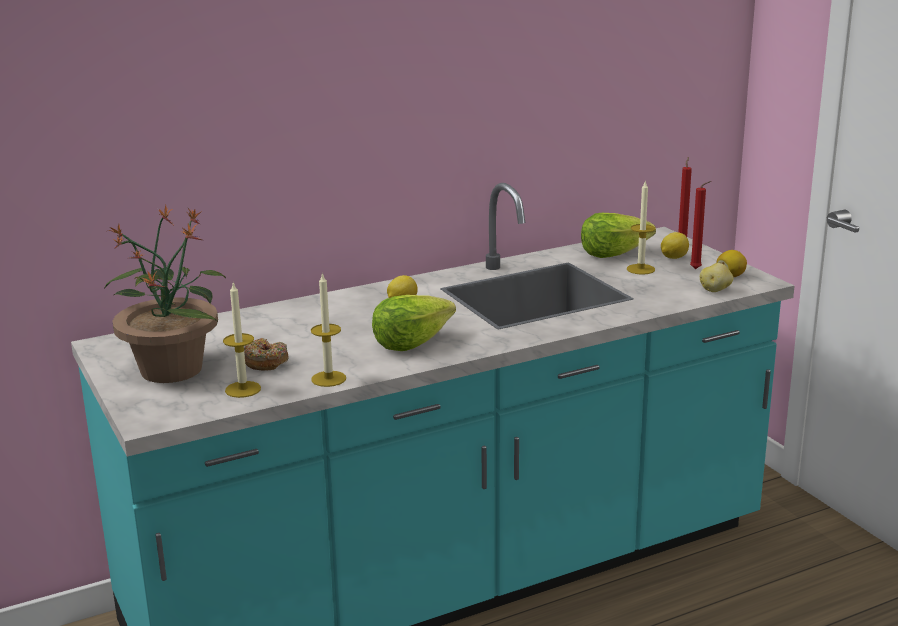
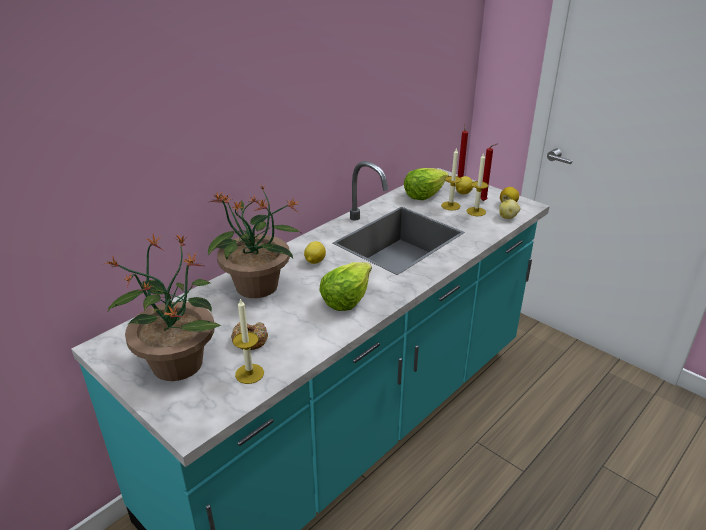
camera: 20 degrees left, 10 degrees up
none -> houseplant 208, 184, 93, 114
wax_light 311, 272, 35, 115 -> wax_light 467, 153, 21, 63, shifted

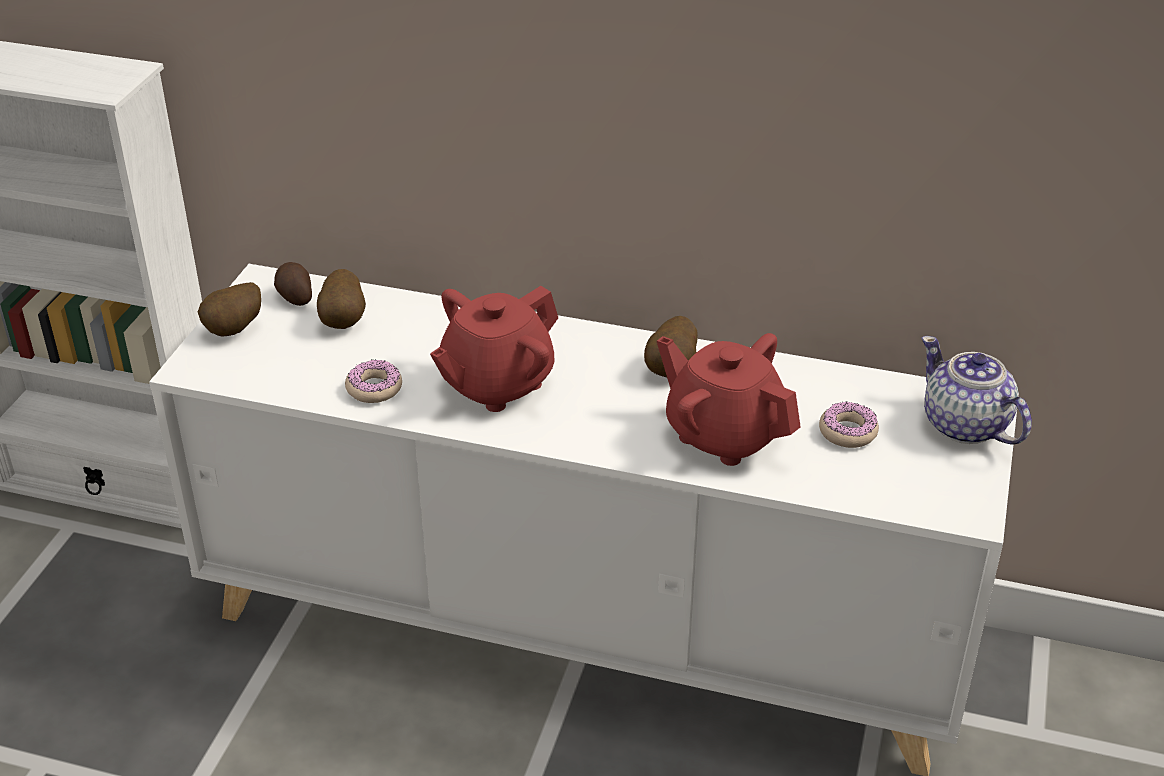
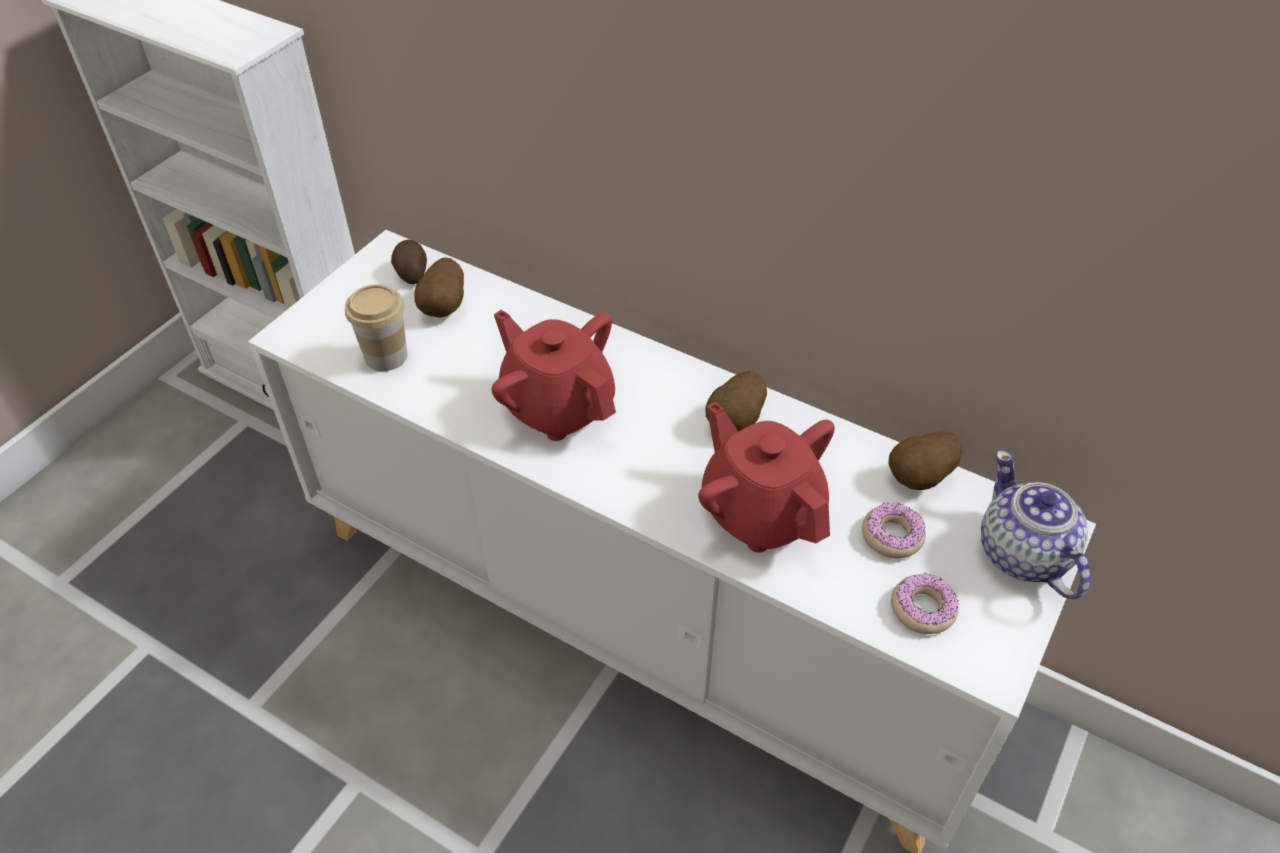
camera: 15 degrees right, 10 degrees up
none -> small_cup 345, 284, 62, 87
red-coloured_teapot 430, 286, 128, 126 -> red-coloured_teapot 491, 310, 125, 131, 75 degrees clockwise
spud 198, 282, 63, 55 -> spud 889, 432, 74, 58, shifted
doughnut 345, 359, 57, 44 -> doughnut 891, 573, 68, 61, shifted

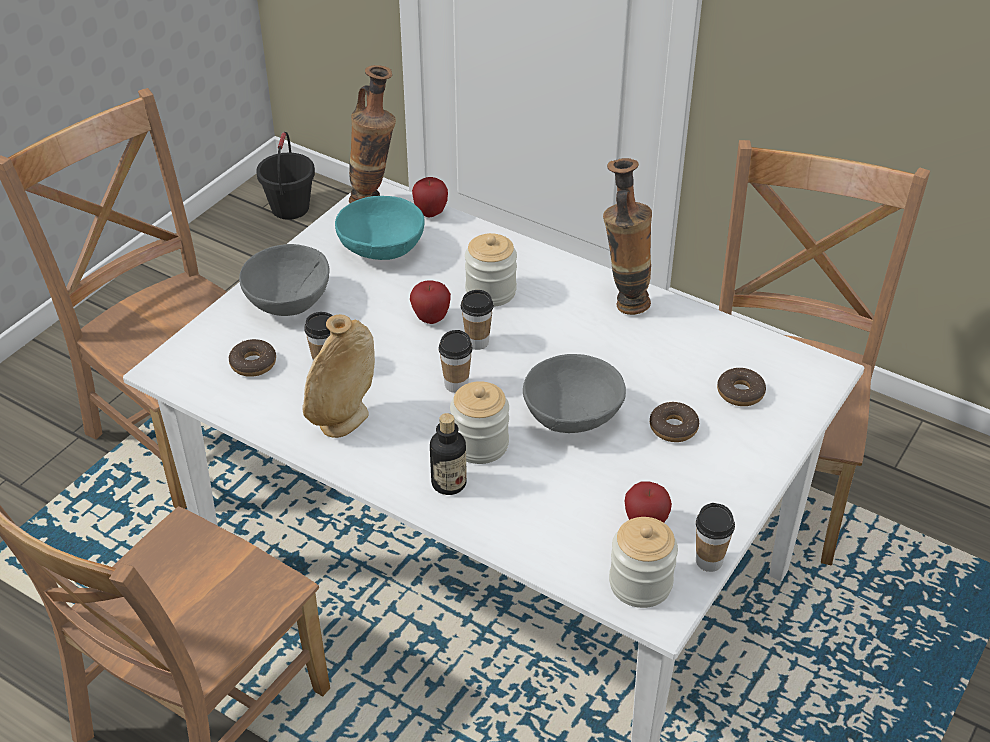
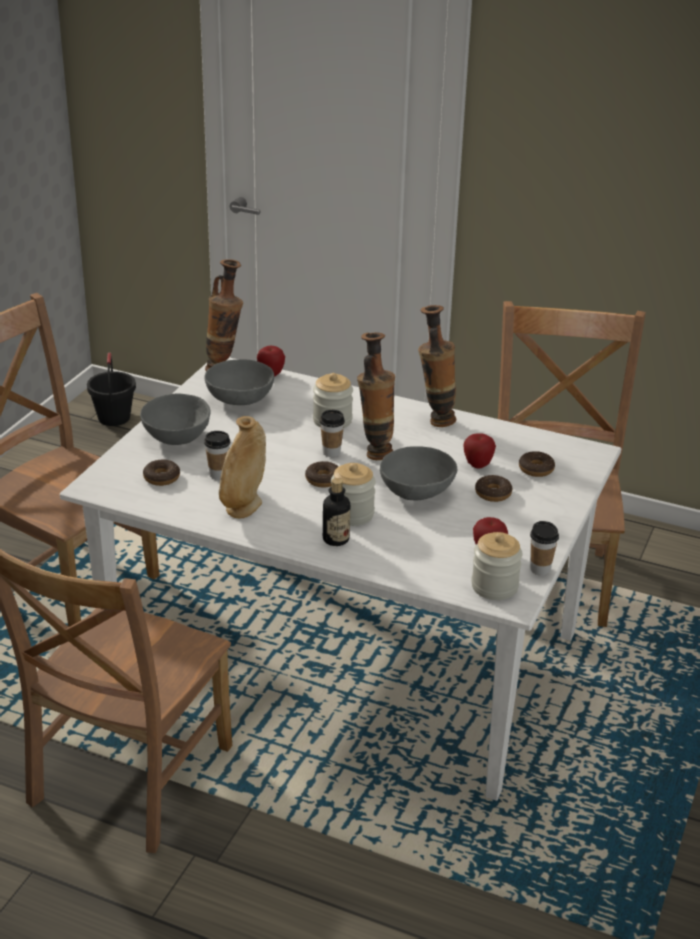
camera: 10 degrees left, 10 degrees down
blue-green_serving_bowl 335, 196, 90, 64 -> greyish_serving_bowl 204, 359, 70, 46
small_cup 439, 330, 34, 63 -> doughnut 305, 461, 34, 26
none -> vase 357, 332, 38, 128
whole_apple 410, 280, 41, 44 -> whole_apple 463, 433, 33, 35, shifted

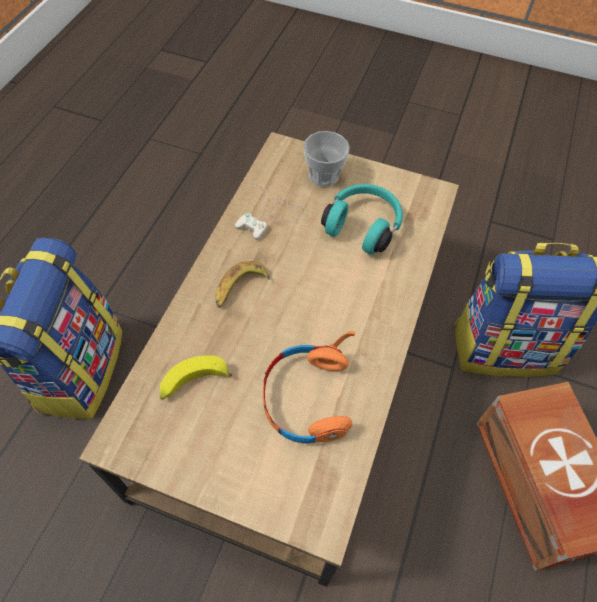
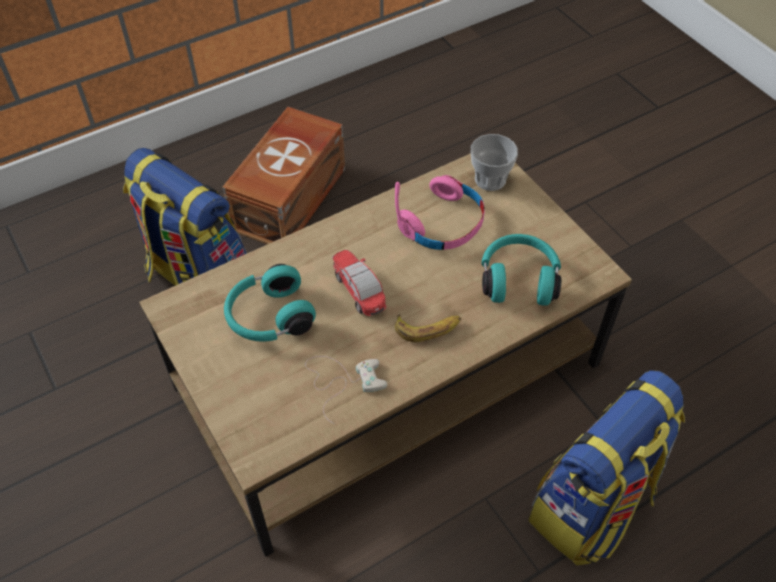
camera: 140 degrees left, 5 degrees down
none -> toy_car 332, 250, 55, 66
orangey_pair_of_headphones 263, 331, 92, 112 -> pinkish_pair_of_headphones 395, 175, 90, 75
small_cup 303, 131, 47, 56 -> small_cup 471, 134, 47, 57, shifted
banana 160, 355, 72, 45 -> blue-green_pair_of_headphones 482, 234, 80, 72

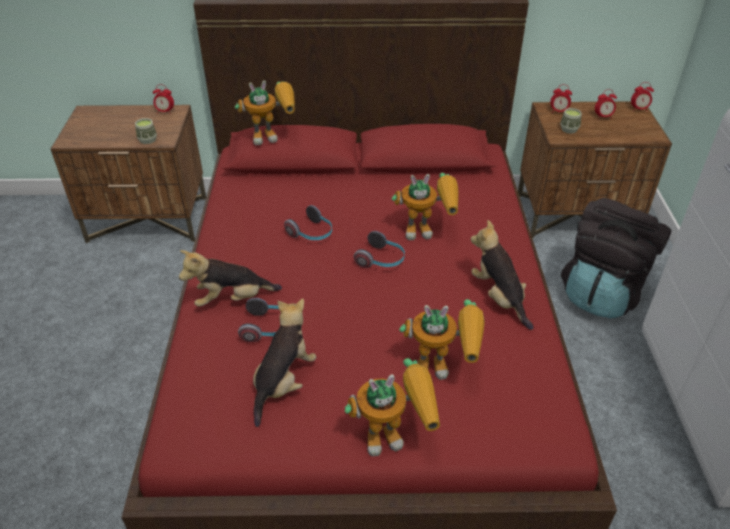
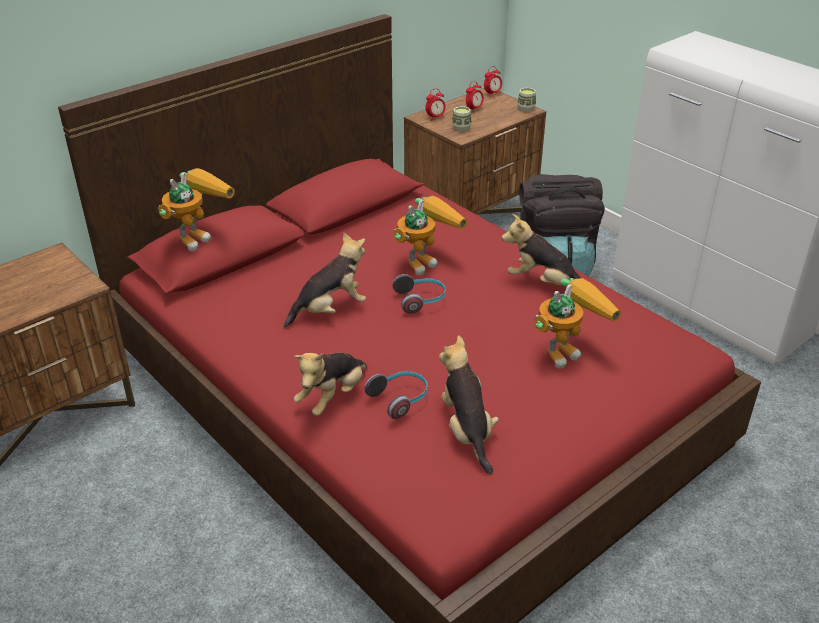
camera: 40 degrees left, 5 degrees down
pair_of_headphones 284, 205, 48, 35 -> soft_toy 284, 232, 82, 96
small_cup 135, 118, 22, 26 -> small_cup 517, 88, 19, 24, shifted
bedside_clock 153, 84, 21, 30 -> none
toy_robot 345, 358, 95, 98 -> none

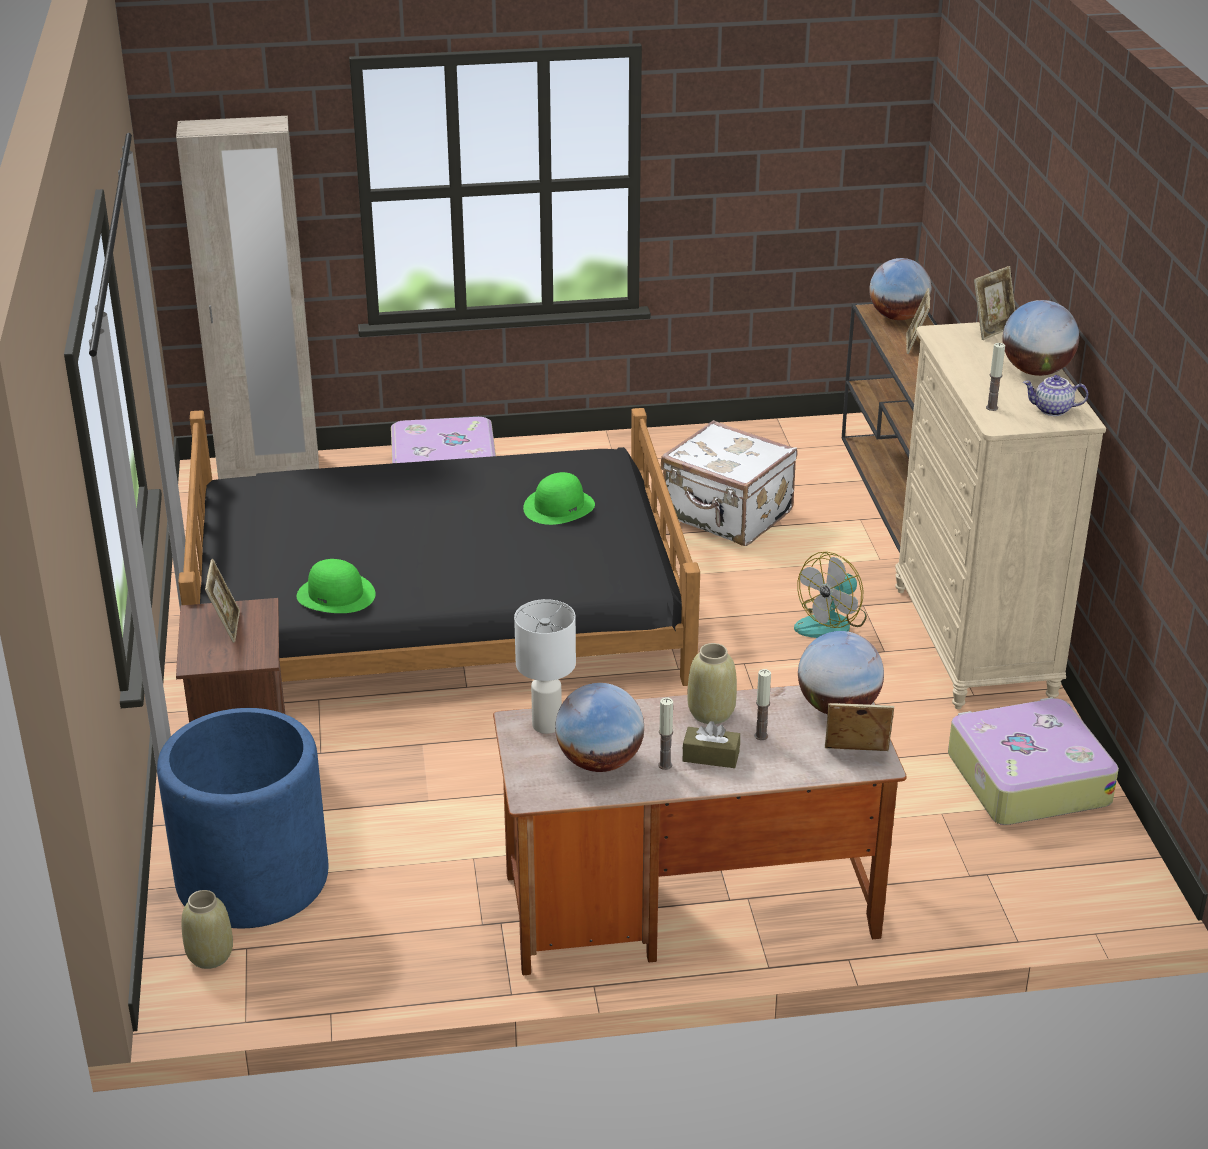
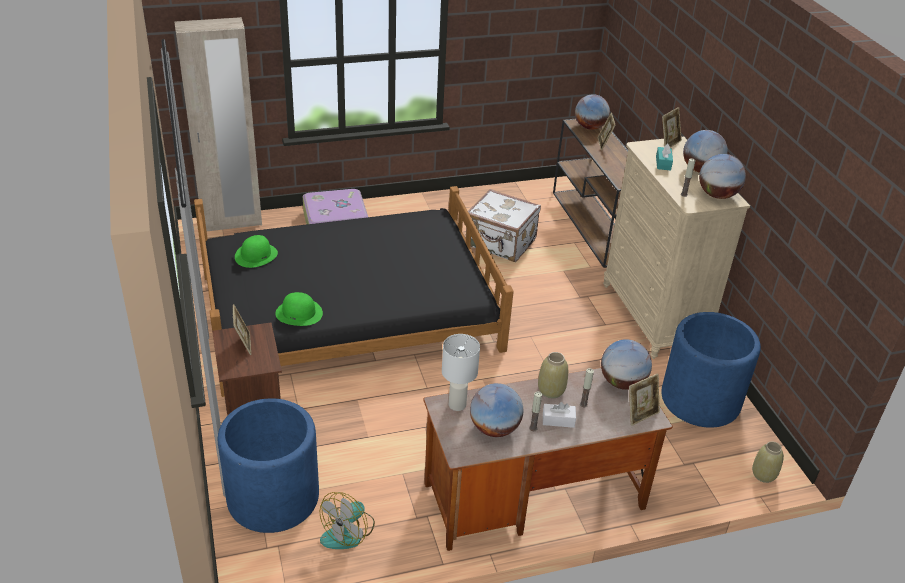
camera: 10 degrees left, 5 degrees up
green_clothing_hat 523, 472, 72, 53 -> green_clothing_hat 235, 235, 43, 33, shifted
fan 794, 551, 73, 87 -> fan 320, 492, 55, 57, shifted
brown-coloured_tissue_holder 682, 721, 58, 47 -> white_tissue_holder 543, 402, 33, 26
photo_frame 825, 703, 69, 48 -> photo_frame 629, 374, 31, 52, 150 degrees clockwise
none -> blue-green_tissue_holder 656, 143, 17, 28
travel_case 948, 697, 171, 128 -> blue-coloured_flower_pot 661, 312, 100, 116
teapot 1023, 375, 65, 41 -> globe 699, 154, 47, 45
beige_vase 182, 890, 51, 79 -> beige_vase 752, 441, 32, 42, shifted

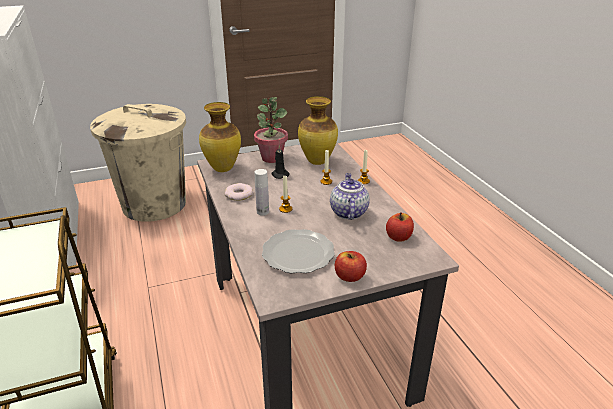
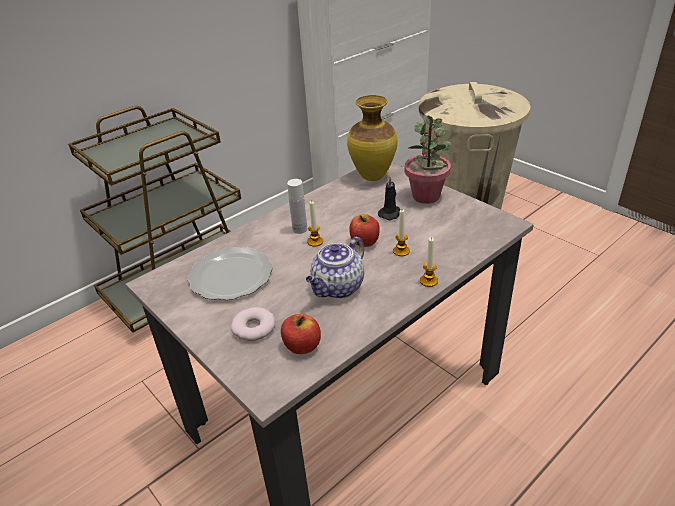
camera: 70 degrees right, 5 degrees up
doughnut 225, 183, 28, 18 -> doughnut 231, 307, 44, 34, shifted
teapot 330, 173, 40, 47 -> teapot 306, 237, 59, 61, 150 degrees clockwise
whole_apple 335, 251, 32, 31 -> whole_apple 349, 214, 31, 33, shifted
vase 298, 96, 40, 69 -> none

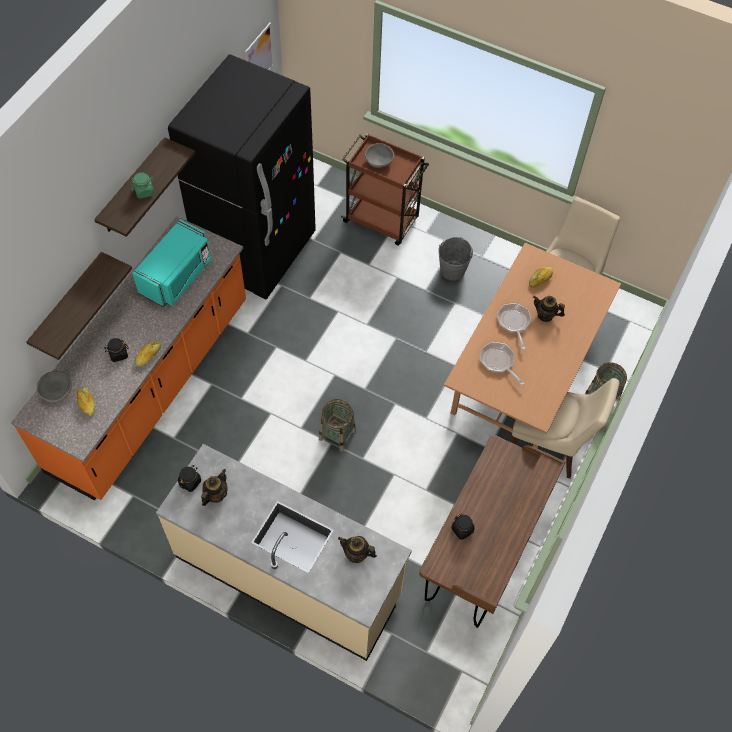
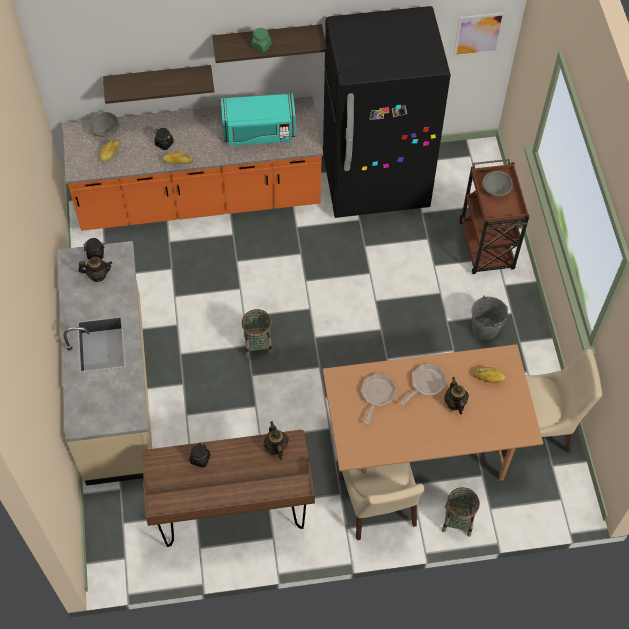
camera: 55 degrees right, 0 degrees up
teapot 338, 536, 39, 27 -> teapot 264, 421, 25, 38, shifted

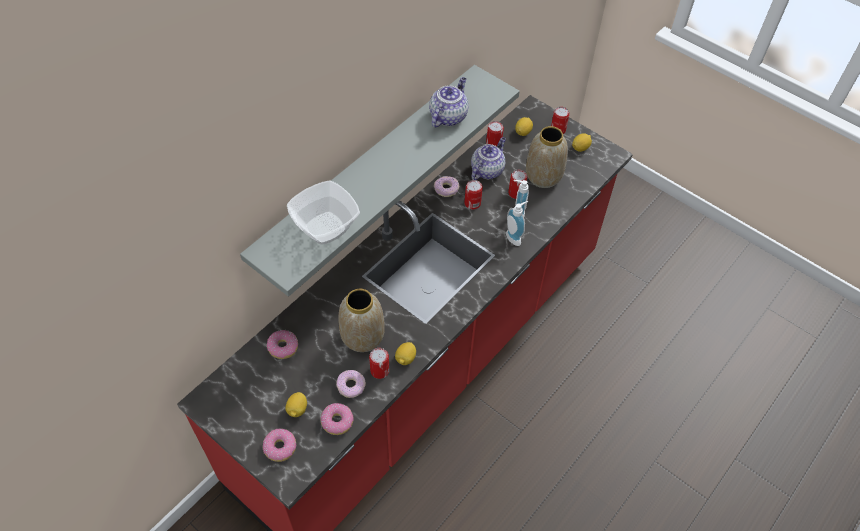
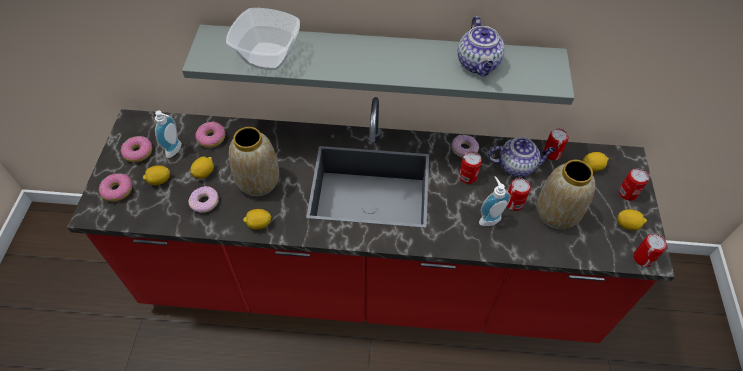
camera: 55 degrees right, 0 degrees up
doughnut 321, 403, 33, 32 -> doughnut 120, 136, 32, 26, shifted
soap_dispenser 506, 201, 22, 45 -> soap_dispenser 155, 110, 27, 48, shifted
none -> whole_lemon 190, 157, 24, 22
teapot 429, 77, 39, 50 -> teapot 458, 16, 47, 60, 90 degrees clockwise
metal_can 369, 348, 20, 31 -> metal_can 633, 233, 34, 34, shifted

